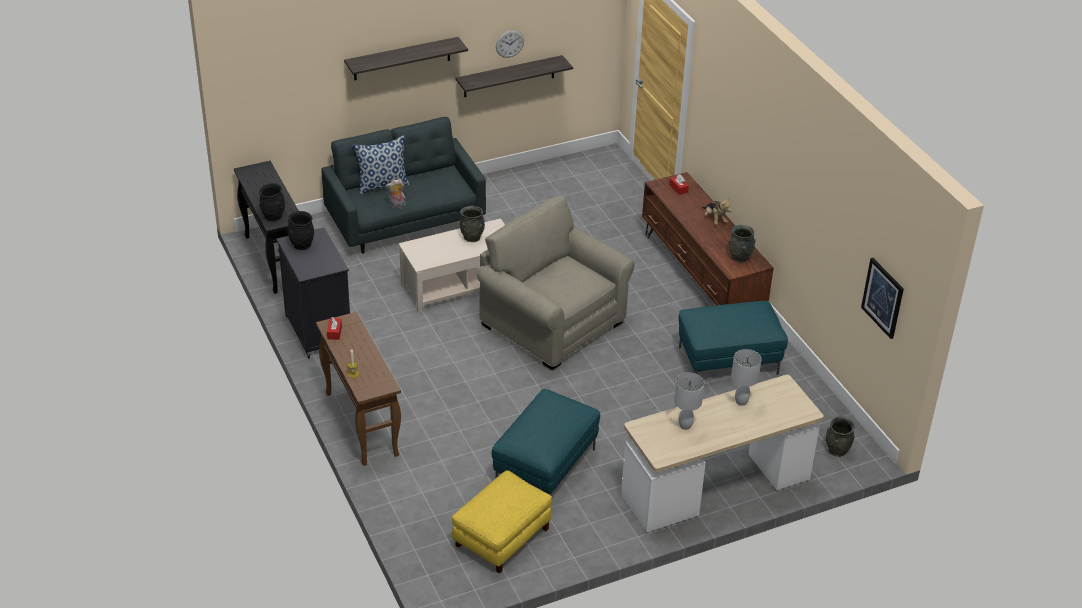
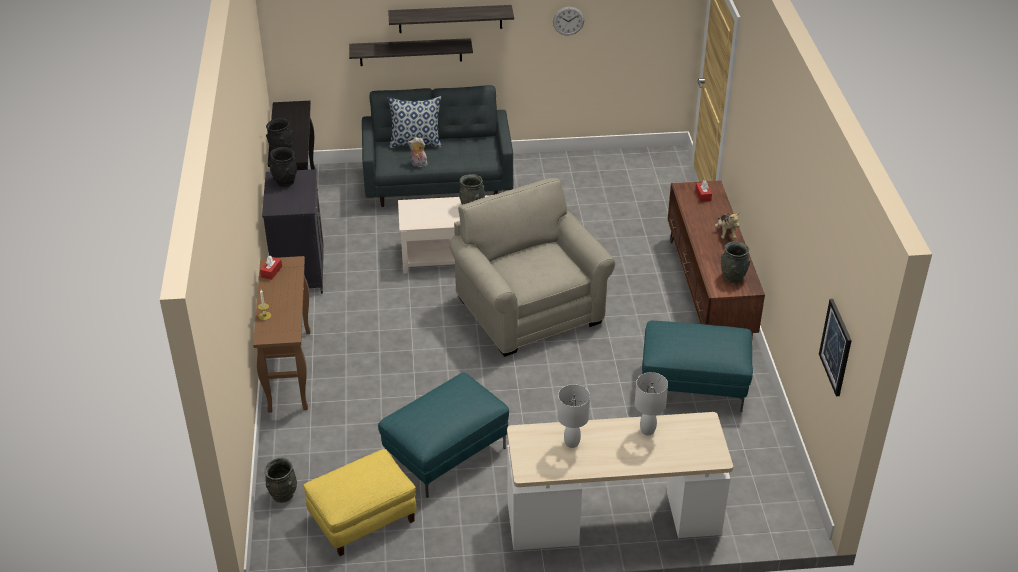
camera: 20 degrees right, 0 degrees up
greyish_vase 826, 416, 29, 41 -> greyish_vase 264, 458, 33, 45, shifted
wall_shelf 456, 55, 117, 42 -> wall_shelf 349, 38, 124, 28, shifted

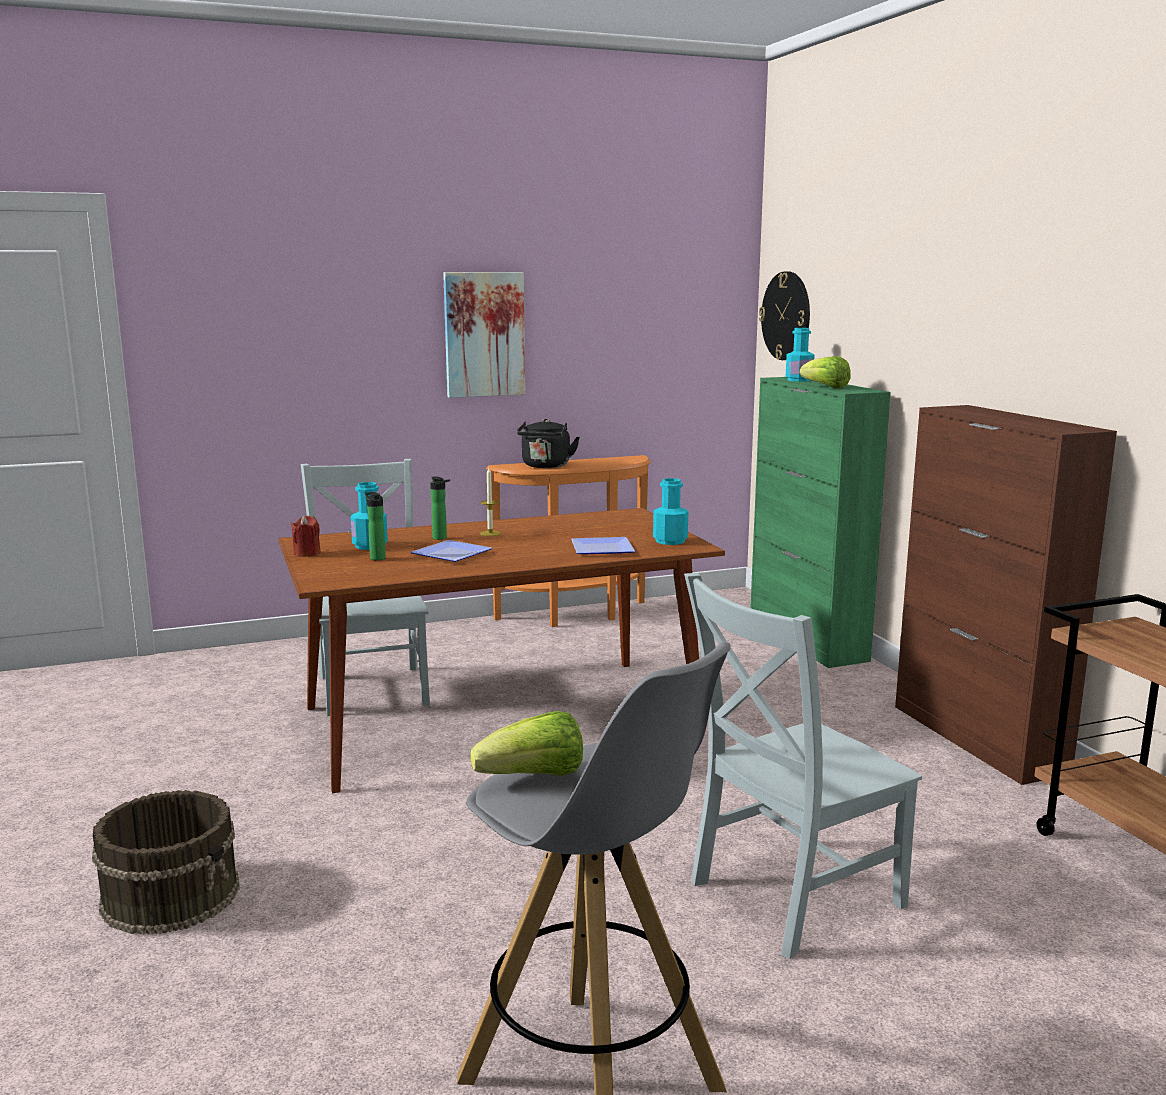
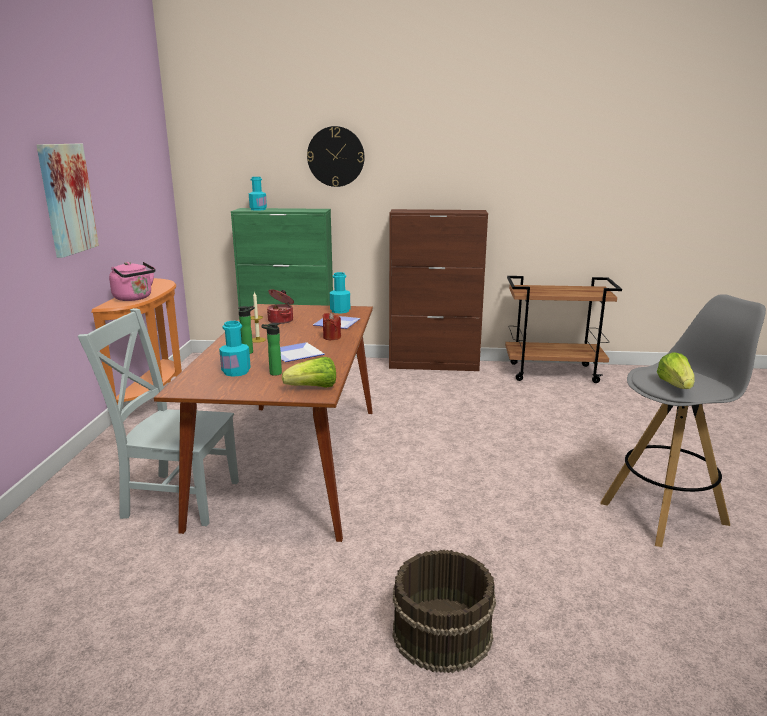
camera: 65 degrees left, 5 degrees up
black_kettle 517, 419, 63, 49 -> pinkish_kettle 109, 262, 47, 39
none -> cooking_pot 267, 289, 27, 35
lettuce_head 800, 356, 51, 32 -> lettuce_head 282, 357, 54, 31, shifted
clock_on_the_wall 759, 271, 51, 89 -> clock_on_the_wall 307, 126, 58, 61, shifted
red-coloured_wax_light 291, 515, 30, 42 -> red-coloured_wax_light 323, 312, 18, 28, shifted
greyish_chair 684, 573, 238, 386 -> none

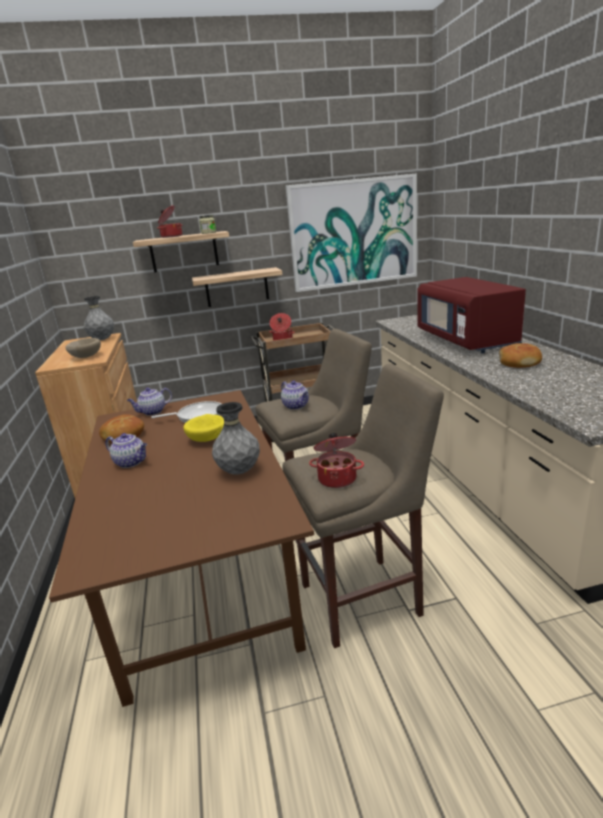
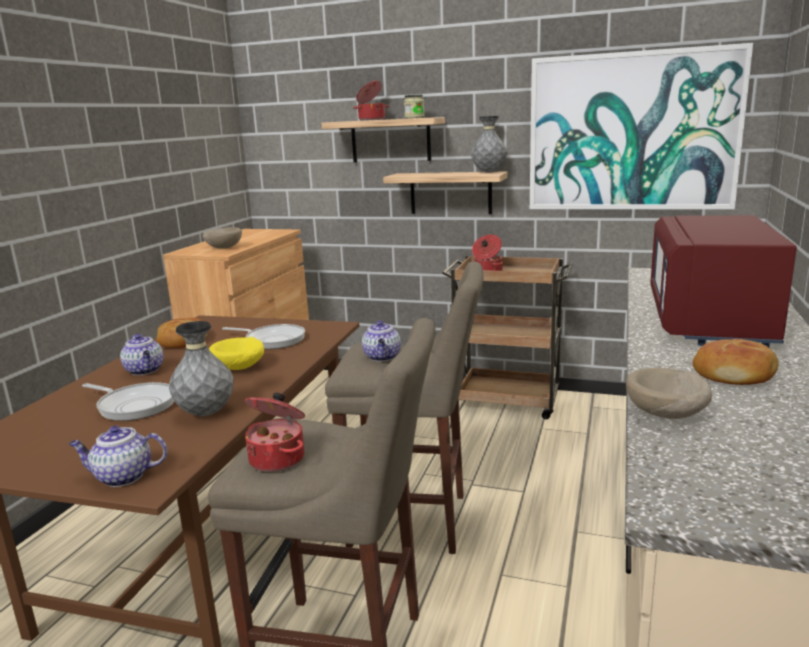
camera: 30 degrees right, 5 degrees down
teapot 127, 388, 45, 28 -> teapot 69, 426, 98, 61, shifted
none -> skillet 82, 382, 92, 39
greyish_vase 84, 296, 30, 44 -> greyish_vase 471, 116, 36, 57, shifted
none -> beige_serving_bowl 626, 368, 86, 51

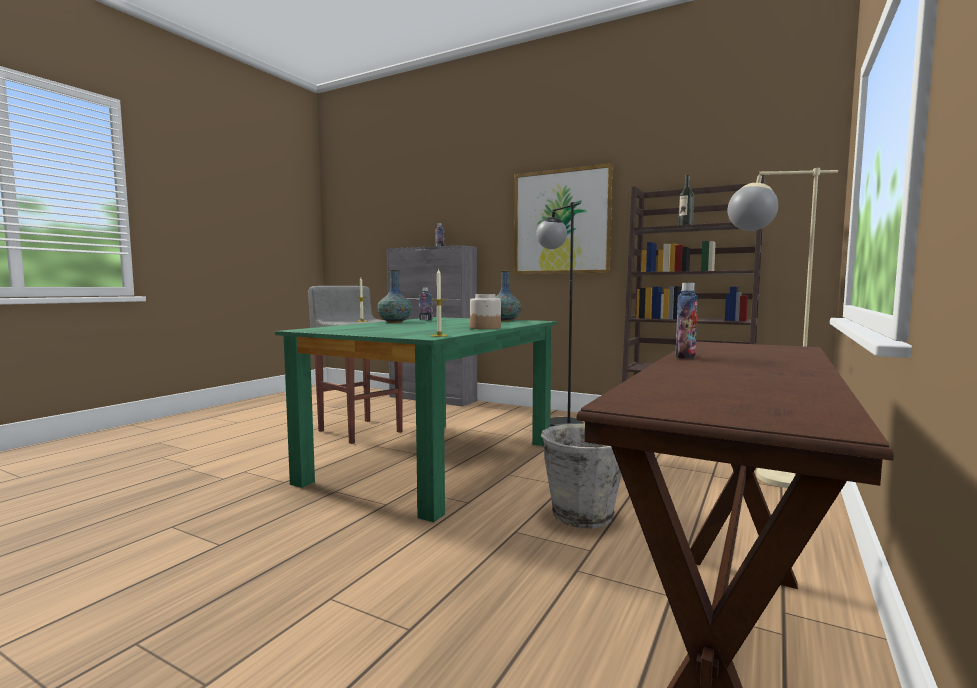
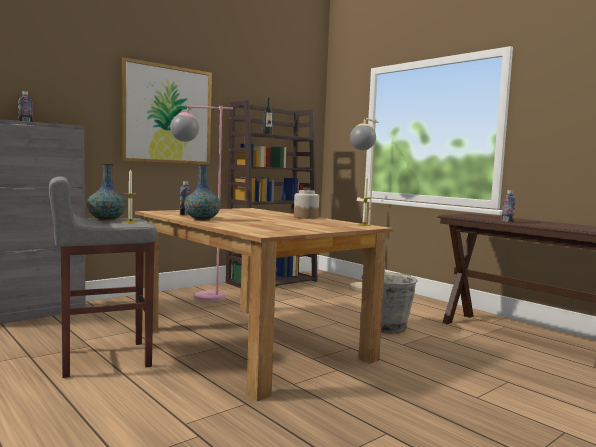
camera: 70 degrees left, 0 degrees up
vase 496, 271, 25, 50 -> vase 87, 163, 39, 58, shifted
green_dinner_table 275, 317, 282, 205 -> brown-coloured_dinner_table 135, 208, 259, 193
black_standard_lamp 536, 202, 47, 225 -> pinkish_standard_lamp 170, 106, 63, 196

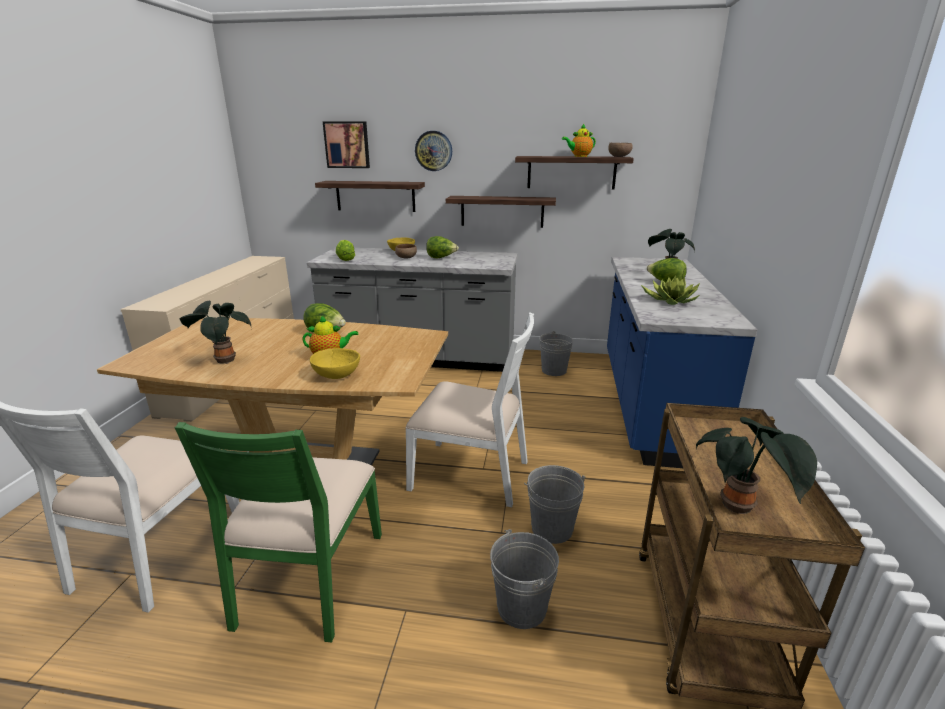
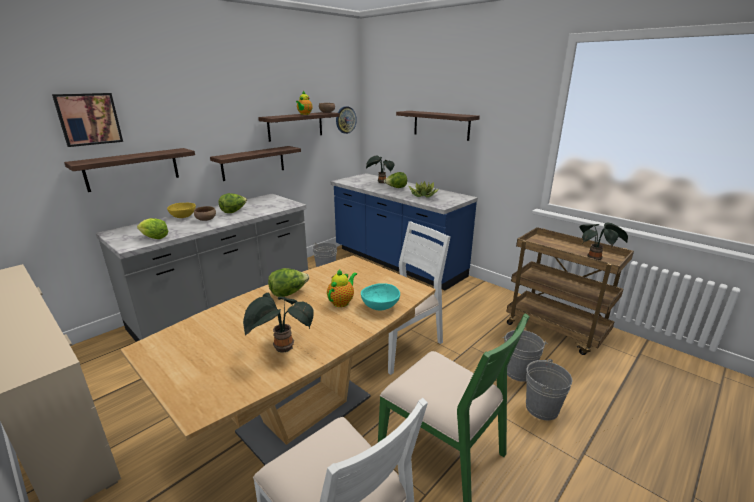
camera: 55 degrees left, 0 degrees up
clock_on_the_wall 415, 131, 37, 40 -> clock_on_the_wall 336, 106, 21, 28, shifted
yellow-coloured_serving_bowl 310, 348, 50, 31 -> blue-green_serving_bowl 361, 283, 39, 27
none -> wall_shelf 396, 111, 84, 30
greyish_bucket 524, 465, 62, 79 -> greyish_bucket 526, 359, 46, 61, shifted

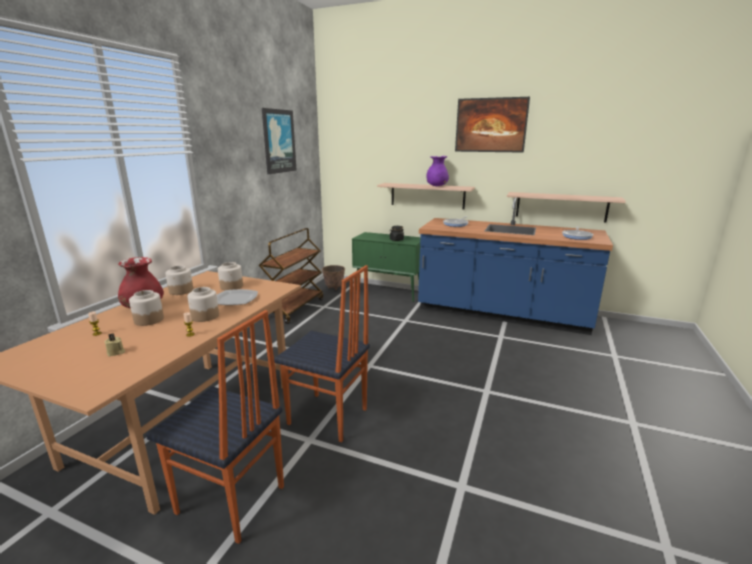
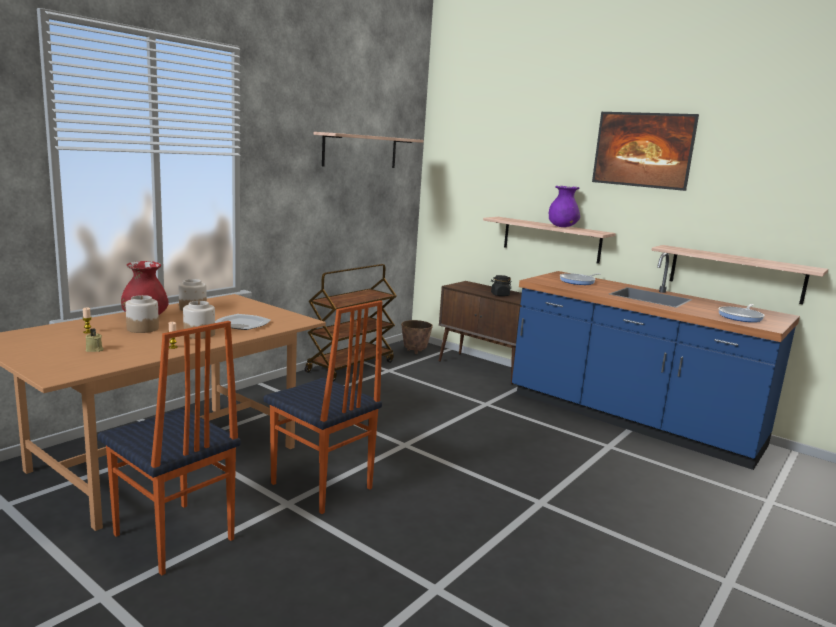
camera: 15 degrees right, 5 degrees down
wall_art 262, 108, 35, 66 -> wall_shelf 314, 132, 109, 36
green_cupboard 352, 232, 69, 70 -> brown-coloured_cupboard 439, 281, 83, 104
preserve_jar 218, 262, 25, 28 -> none

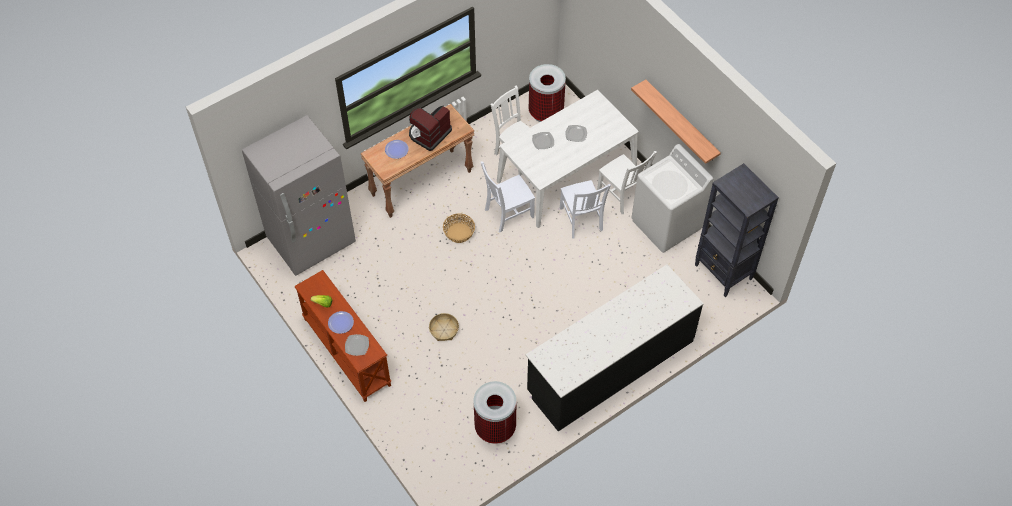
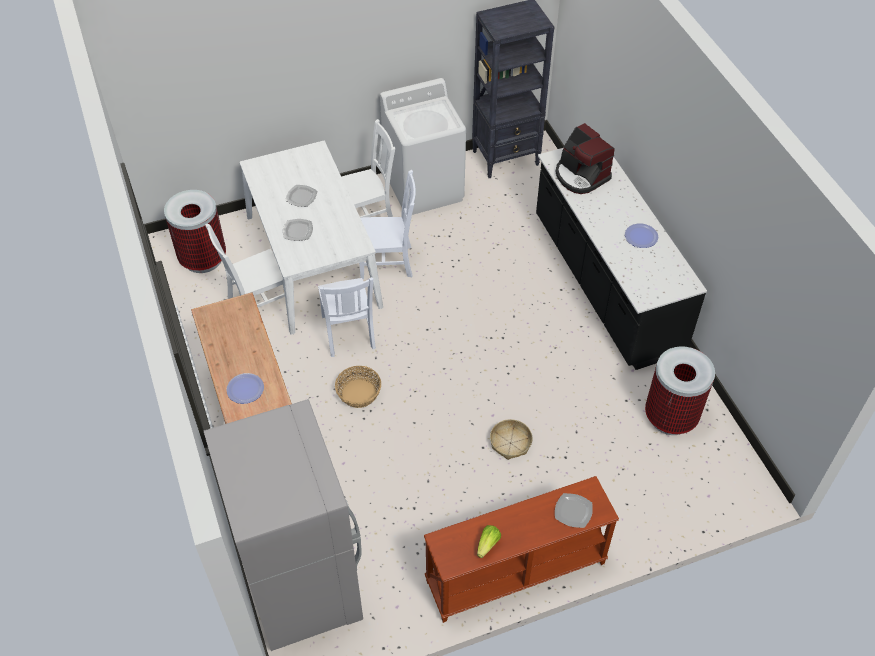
camera: 75 degrees left, 5 degrees down
coffee_brewer 409, 106, 43, 45 -> coffee_brewer 555, 123, 60, 71, shifted
dinner_plate 328, 311, 26, 23 -> dinner_plate 625, 223, 33, 25, shifted
wall_shelf 631, 80, 90, 84 -> none

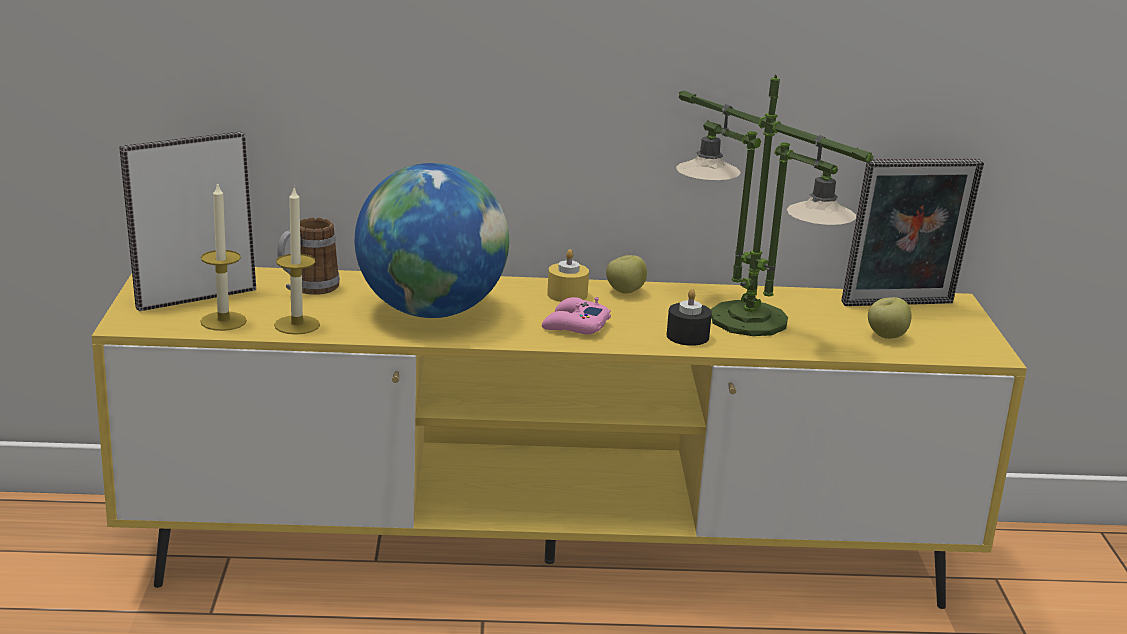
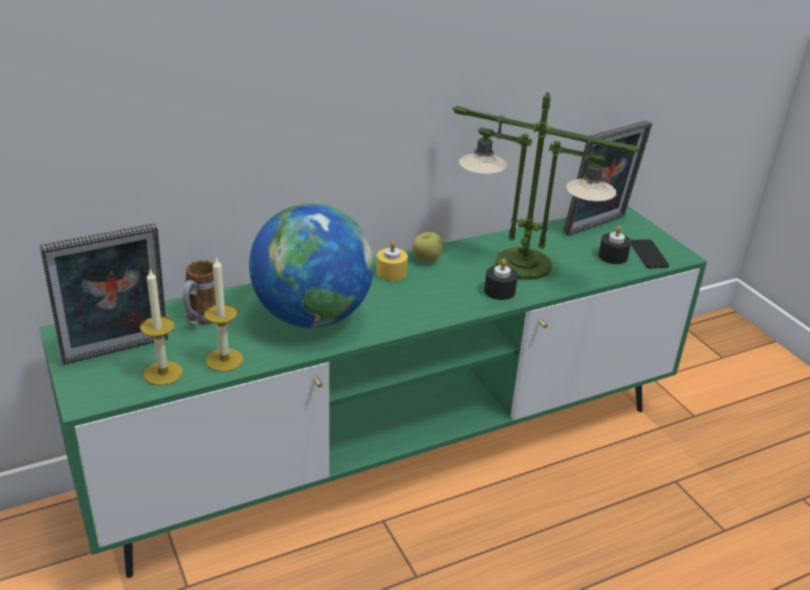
camera: 25 degrees left, 10 degrees up
yellow-coloured_media_console 92, 267, 935, 342 -> green_media_console 39, 206, 668, 372
photo_frame 119, 131, 137, 180 -> photo_frame 39, 223, 129, 142, 150 degrees counterclockwise
whole_apple 868, 297, 43, 42 -> black_wax_light 598, 226, 33, 38
none -> phone 631, 239, 38, 29
pinkish_gamepad 542, 297, 69, 37 -> none

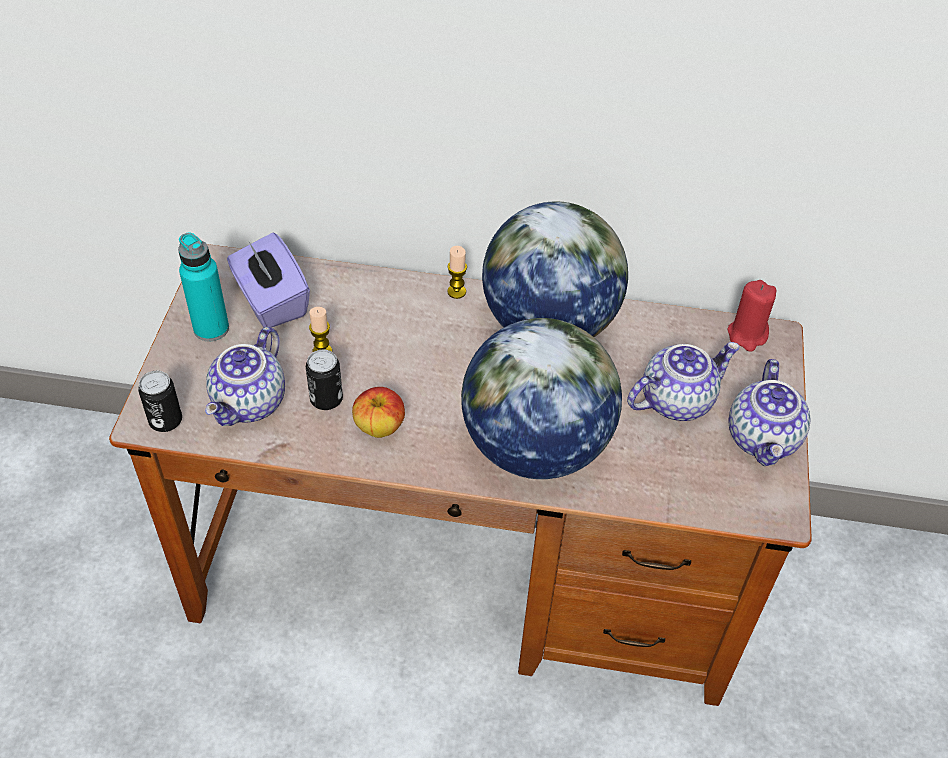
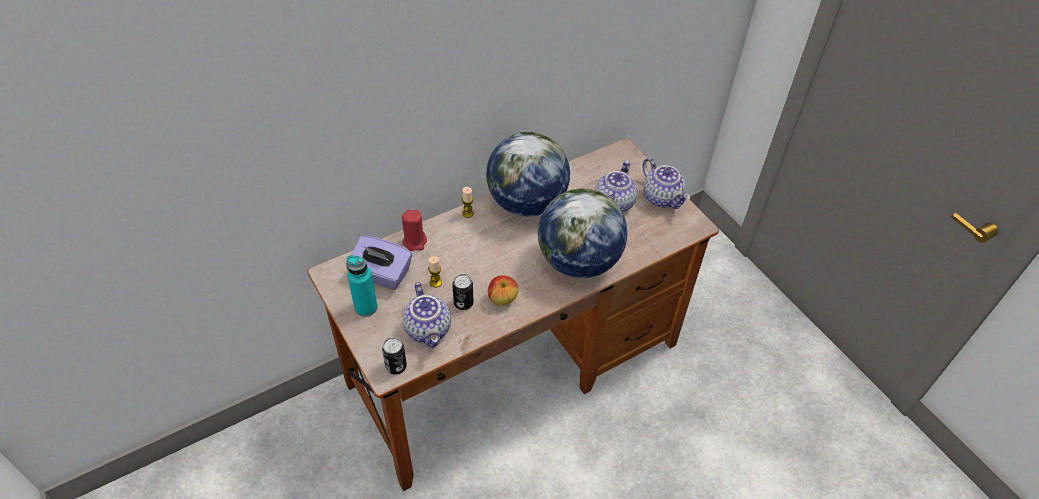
camera: 40 degrees left, 0 degrees up
red-coloured_wax_light 727, 280, 49, 72 -> red-coloured_wax_light 402, 210, 25, 41, shifted

